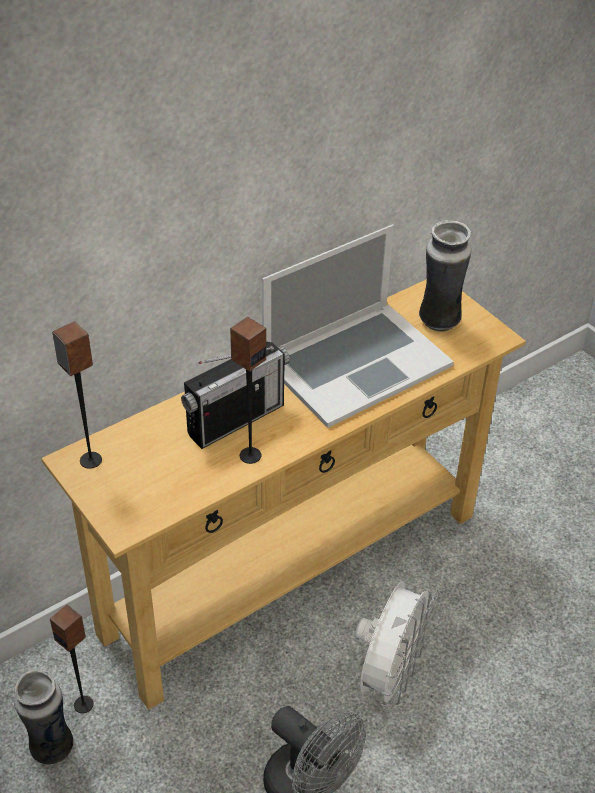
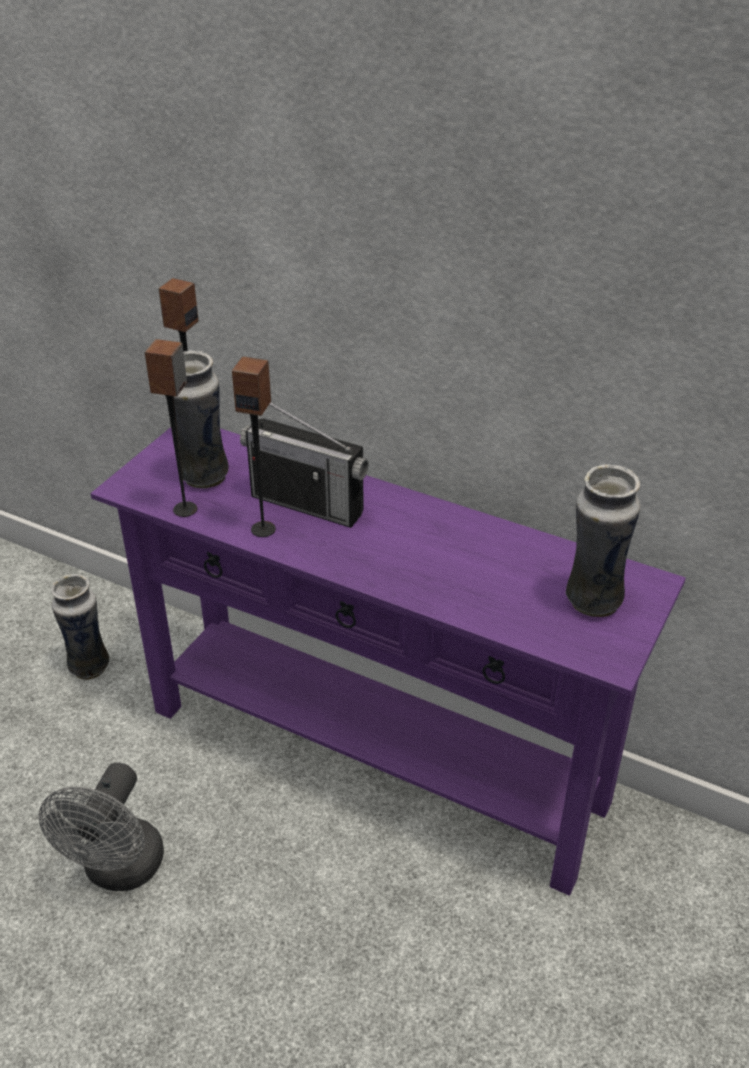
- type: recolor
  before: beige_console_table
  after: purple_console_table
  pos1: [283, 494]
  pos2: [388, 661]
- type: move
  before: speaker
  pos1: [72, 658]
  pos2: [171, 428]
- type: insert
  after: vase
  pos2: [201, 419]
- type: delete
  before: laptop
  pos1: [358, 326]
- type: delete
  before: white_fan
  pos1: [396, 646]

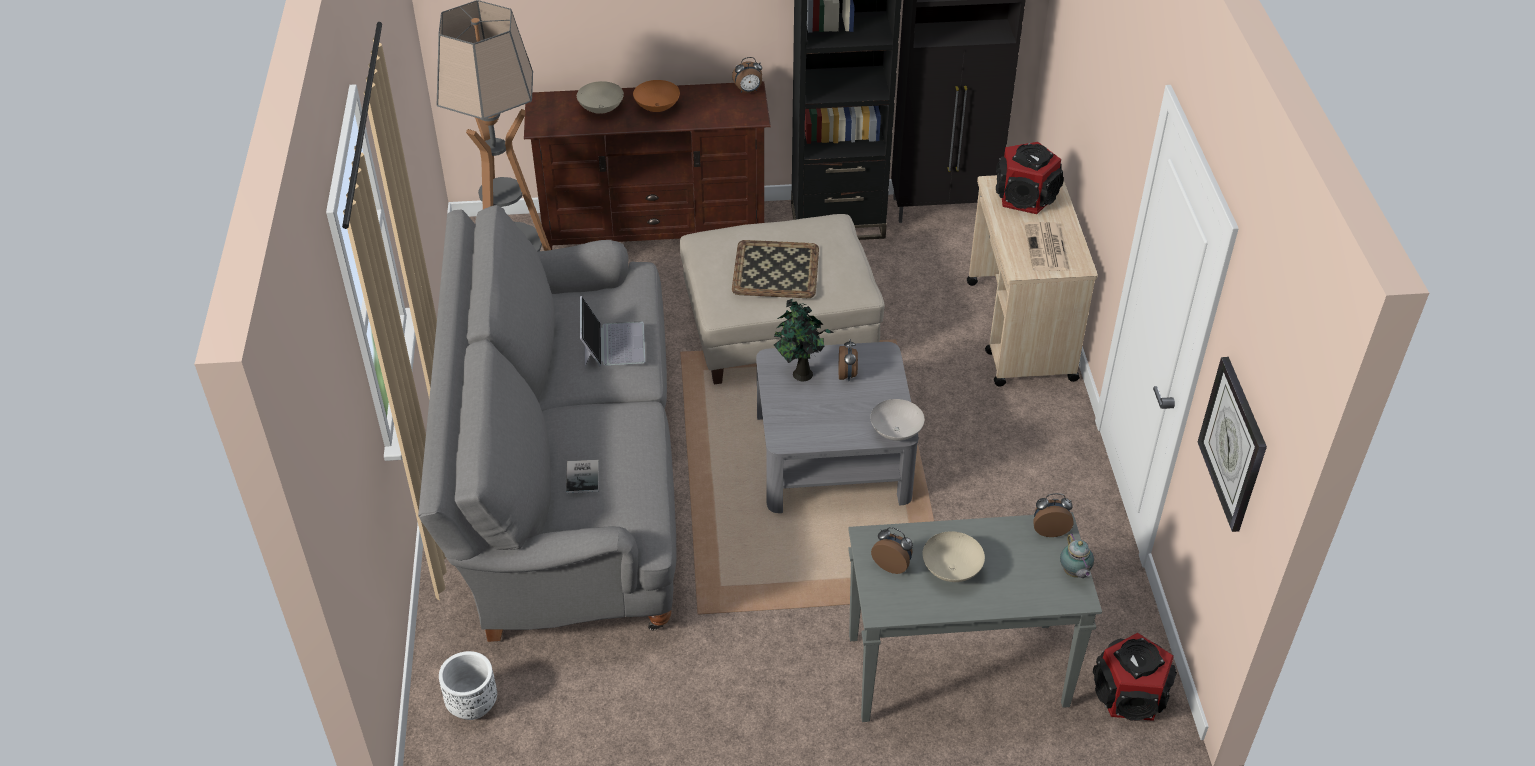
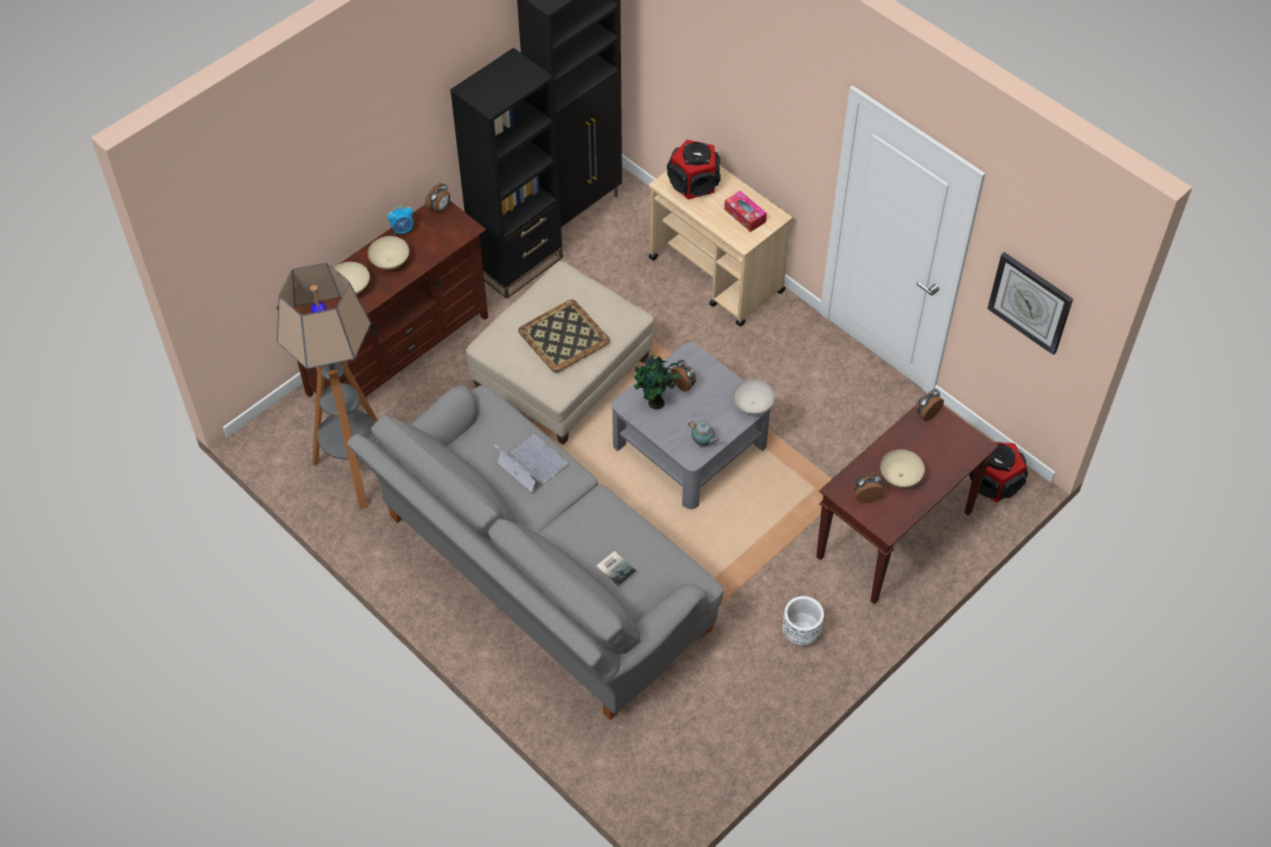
- type: recolor
  before: orange_bowl
  after: beige_bowl
  pos1: [656, 96]
  pos2: [388, 252]
- type: insert
  after: alarm_clock
  pos2: [400, 221]
- type: move
  before: teapot
  pos1: [1077, 555]
  pos2: [704, 433]
- type: replace
  before: newspaper
  after: tissue_box
  pos1: [1047, 246]
  pos2: [745, 211]
- type: move
  before: white_planter
  pos1: [468, 685]
  pos2: [803, 620]
- type: recolor
  before: grey_console_table
  after: brown_console_table
  pos1: [975, 617]
  pos2: [907, 504]

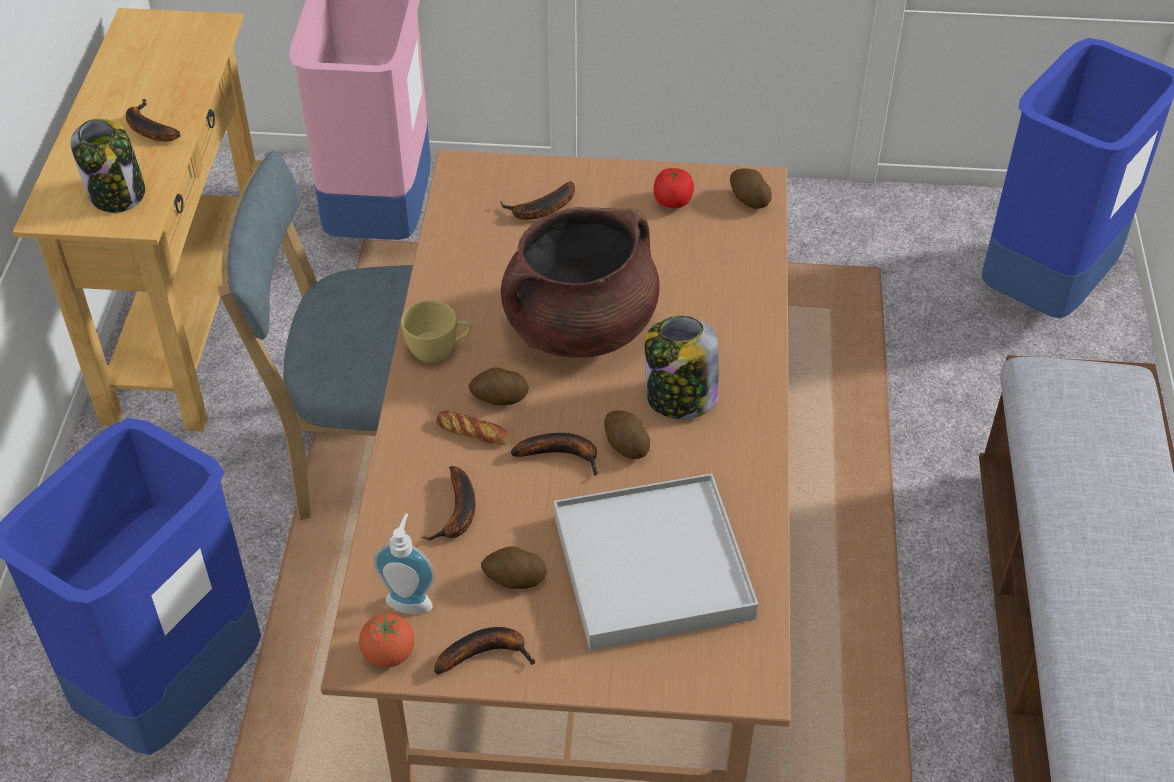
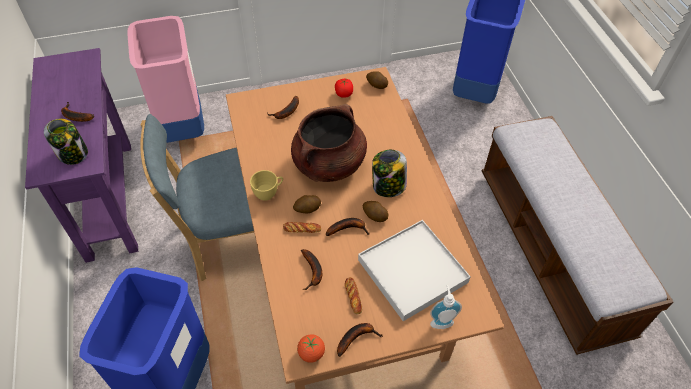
- type: recolor
  before: beige_console_table
  after: purple_console_table
  pos1: [134, 220]
  pos2: [81, 155]
- type: replace
  before: potato
  after: bread
  pos1: [514, 567]
  pos2: [353, 295]
- type: move
  before: soap_dispenser
  pos1: [404, 563]
  pos2: [446, 307]

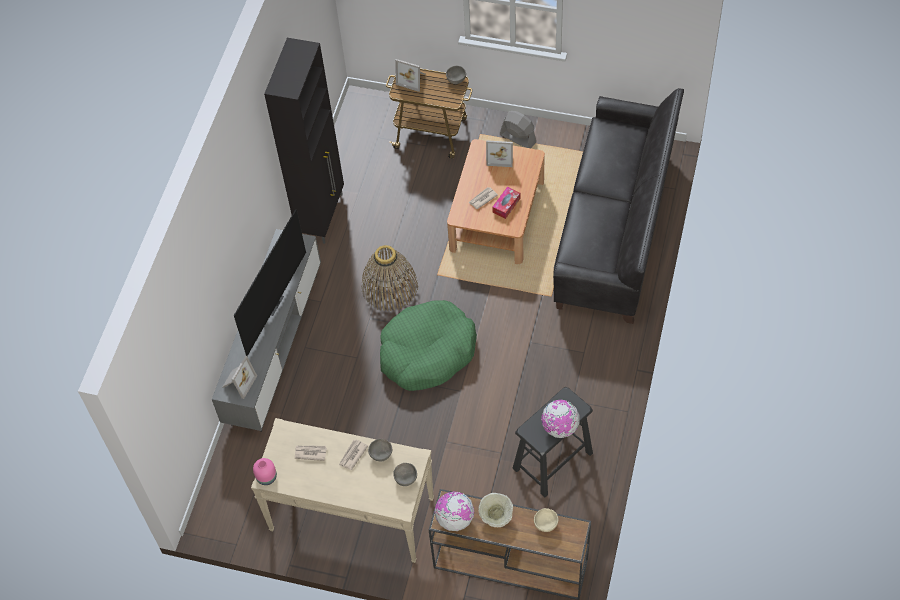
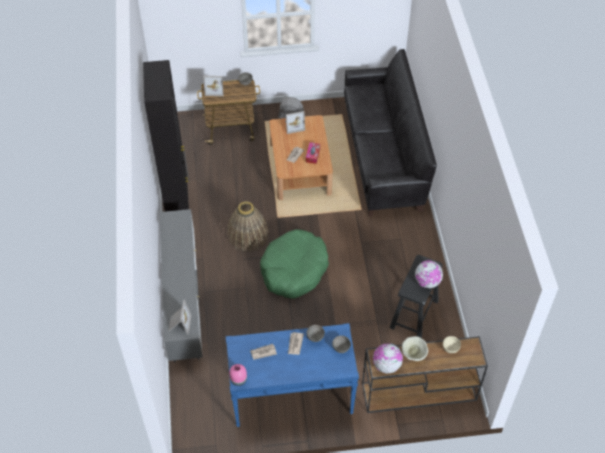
- type: recolor
  before: beige_console_table
  after: blue_console_table
  pos1: [342, 490]
  pos2: [292, 375]
- type: delete
  before: television
  pos1: [270, 282]

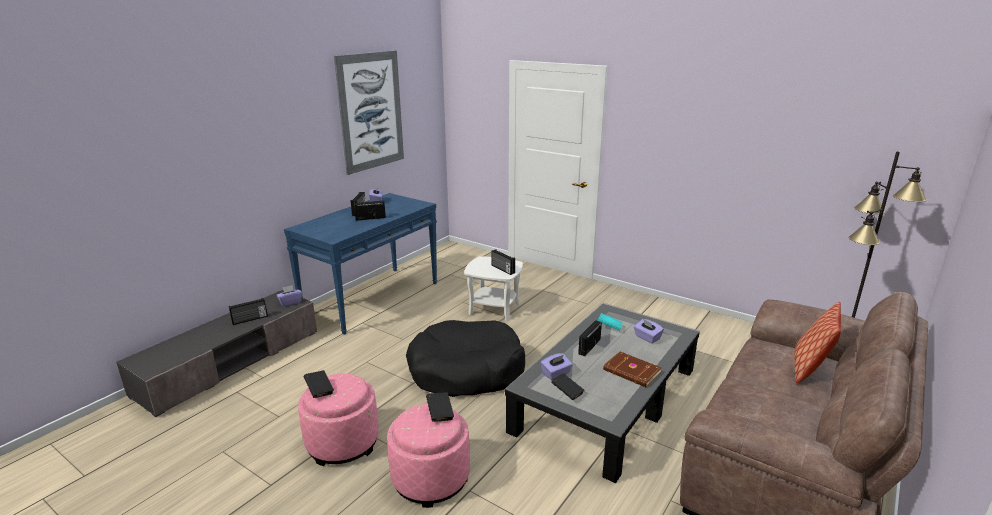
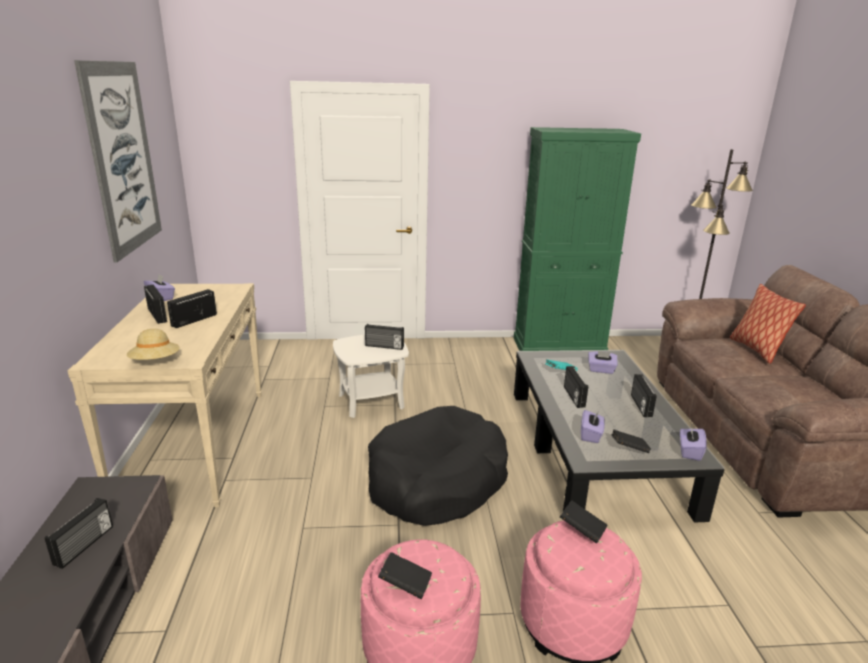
- type: recolor
  before: blue_console_table
  after: beige_console_table
  pos1: [360, 264]
  pos2: [165, 395]
- type: insert
  after: beige_hat
  pos2: [153, 344]
- type: insert
  after: green_cabinet
  pos2: [577, 239]
- type: replace
  before: brown_book
  after: radio
  pos1: [632, 369]
  pos2: [644, 395]
- type: move
  before: purple_tissue_box
  pos1: [289, 296]
  pos2: [693, 442]

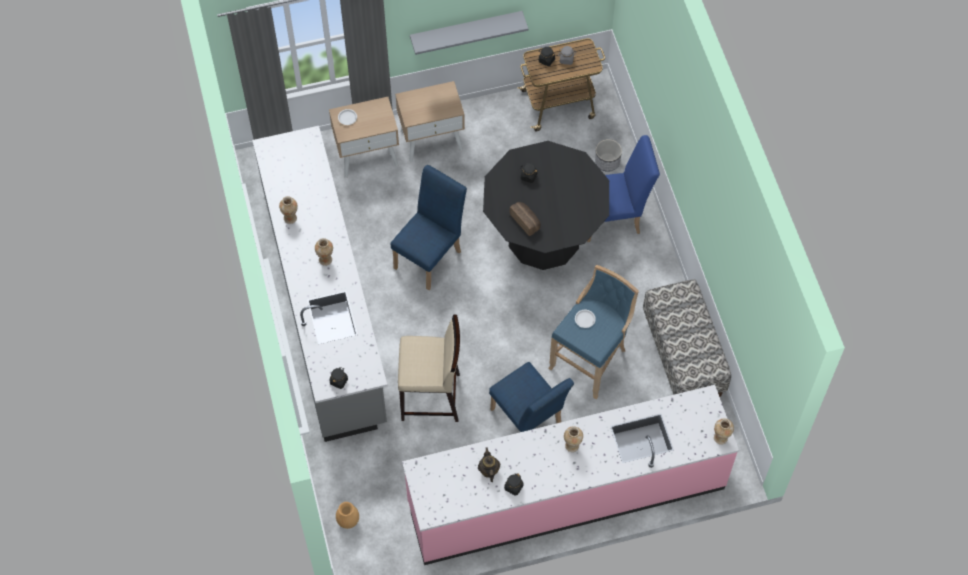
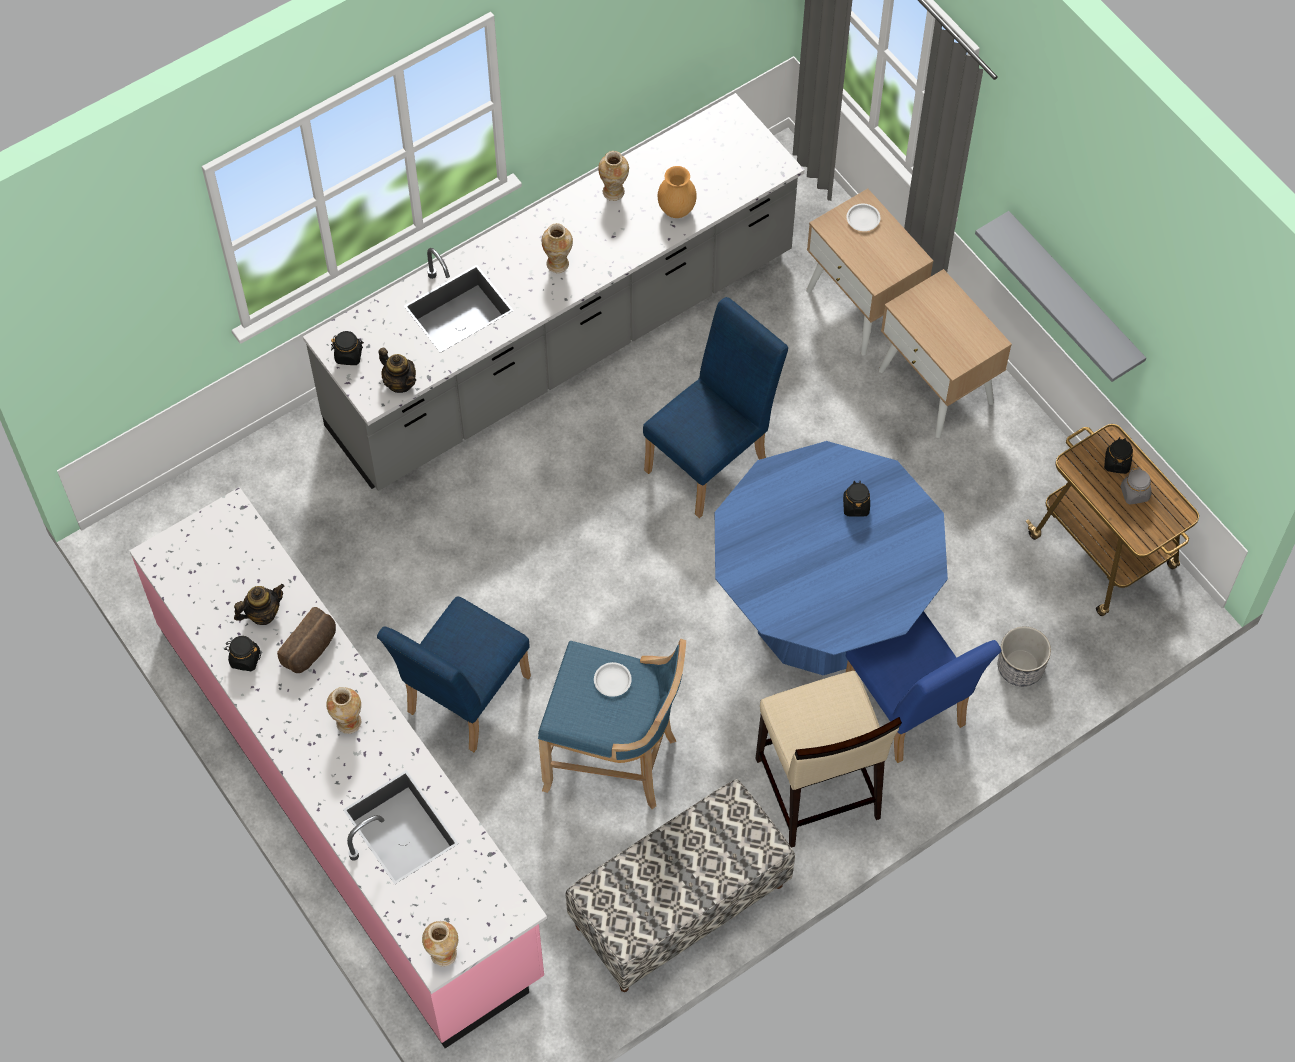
- type: move
  before: bread
  pos1: [525, 219]
  pos2: [306, 640]
- type: insert
  after: teapot
  pos2: [397, 370]
- type: rotate
  before: blue_chair
  pos1: [429, 227]
  pos2: [715, 407]
  turn: -60
- type: move
  before: brown_vase
  pos1: [347, 515]
  pos2: [677, 192]
- type: recolor
  before: black_dining_table
  after: blue_dining_table
  pos1: [546, 205]
  pos2: [831, 558]
- type: move
  before: beige_stool
  pos1: [429, 368]
  pos2: [828, 759]

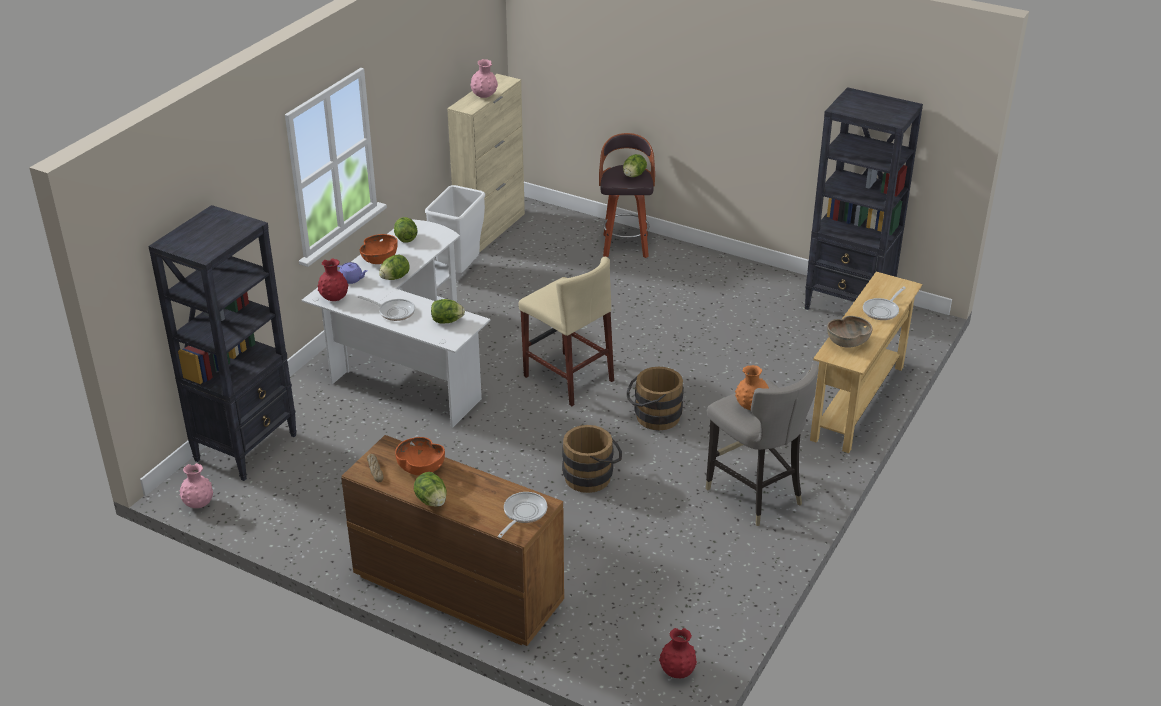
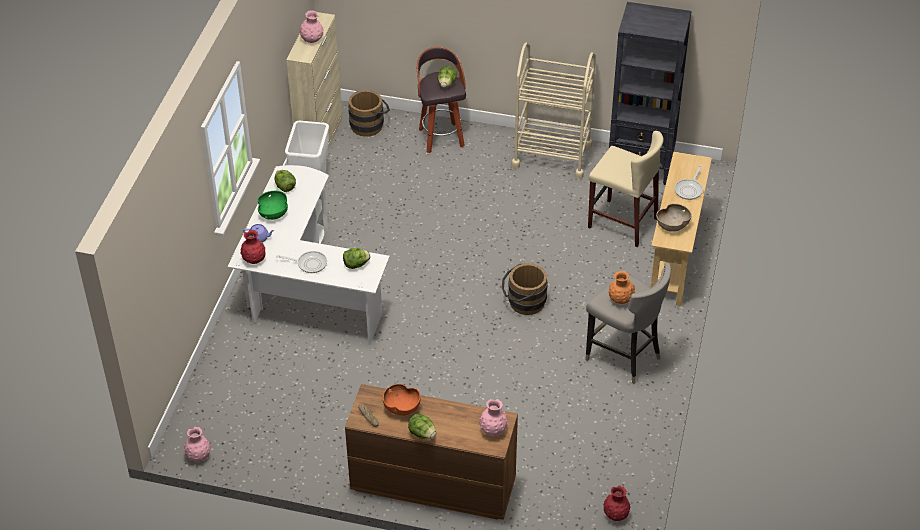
- type: recolor
  before: orange_bowl
  after: green_bowl
  pos1: [379, 249]
  pos2: [273, 205]
- type: move
  before: brown_bucket
  pos1: [592, 459]
  pos2: [369, 113]
- type: replace
  before: frying_pan
  after: pink_vase
  pos1: [522, 515]
  pos2: [493, 417]
- type: insert
  after: beige_cart
  pos2: [554, 110]
- type: move
  before: beige_stool
  pos1: [566, 331]
  pos2: [626, 189]
- type: delete
  before: black_bookcase
  pos1: [222, 343]
- type: delete
  before: lettuce
  pos1: [394, 267]

